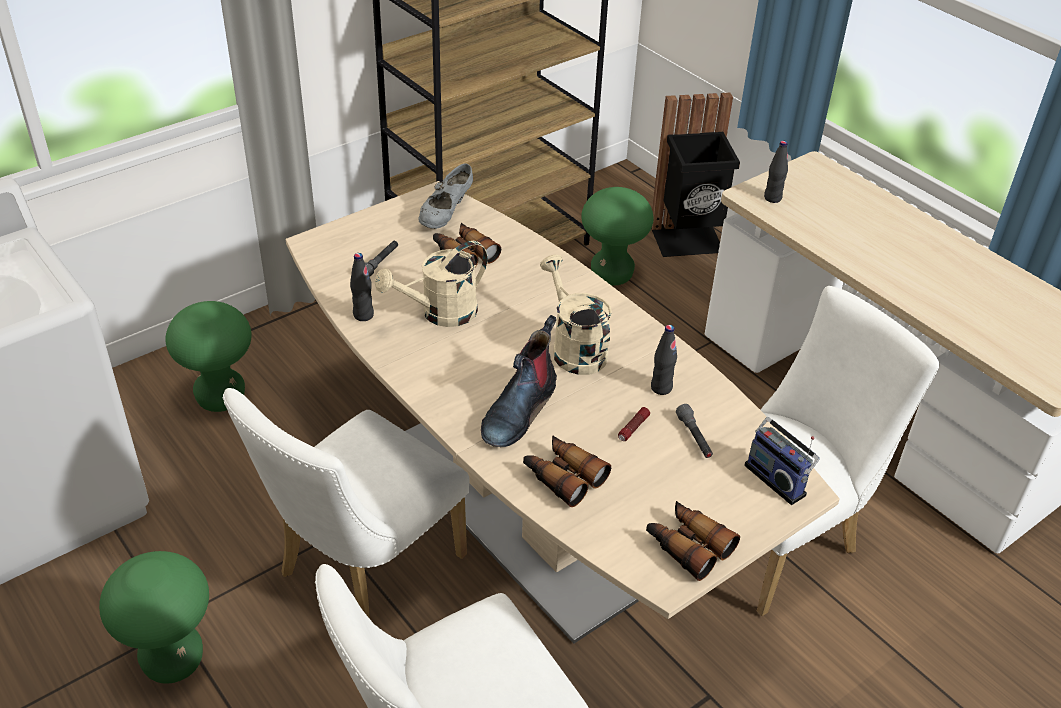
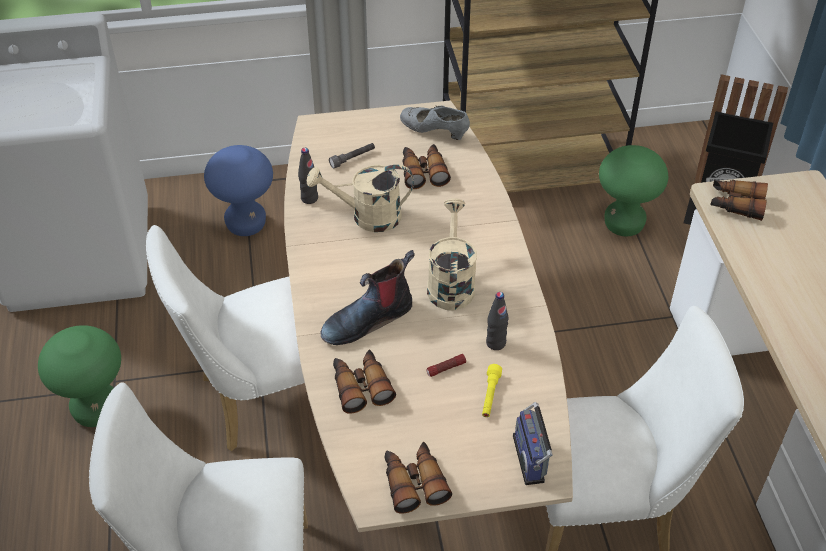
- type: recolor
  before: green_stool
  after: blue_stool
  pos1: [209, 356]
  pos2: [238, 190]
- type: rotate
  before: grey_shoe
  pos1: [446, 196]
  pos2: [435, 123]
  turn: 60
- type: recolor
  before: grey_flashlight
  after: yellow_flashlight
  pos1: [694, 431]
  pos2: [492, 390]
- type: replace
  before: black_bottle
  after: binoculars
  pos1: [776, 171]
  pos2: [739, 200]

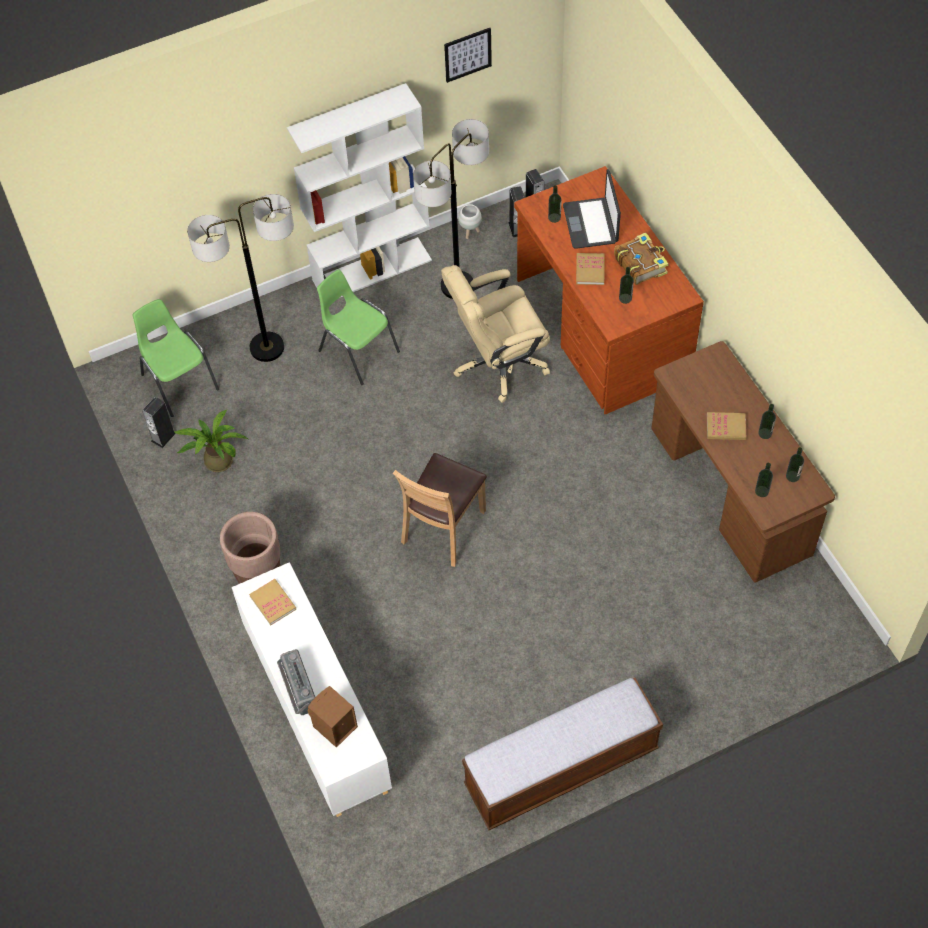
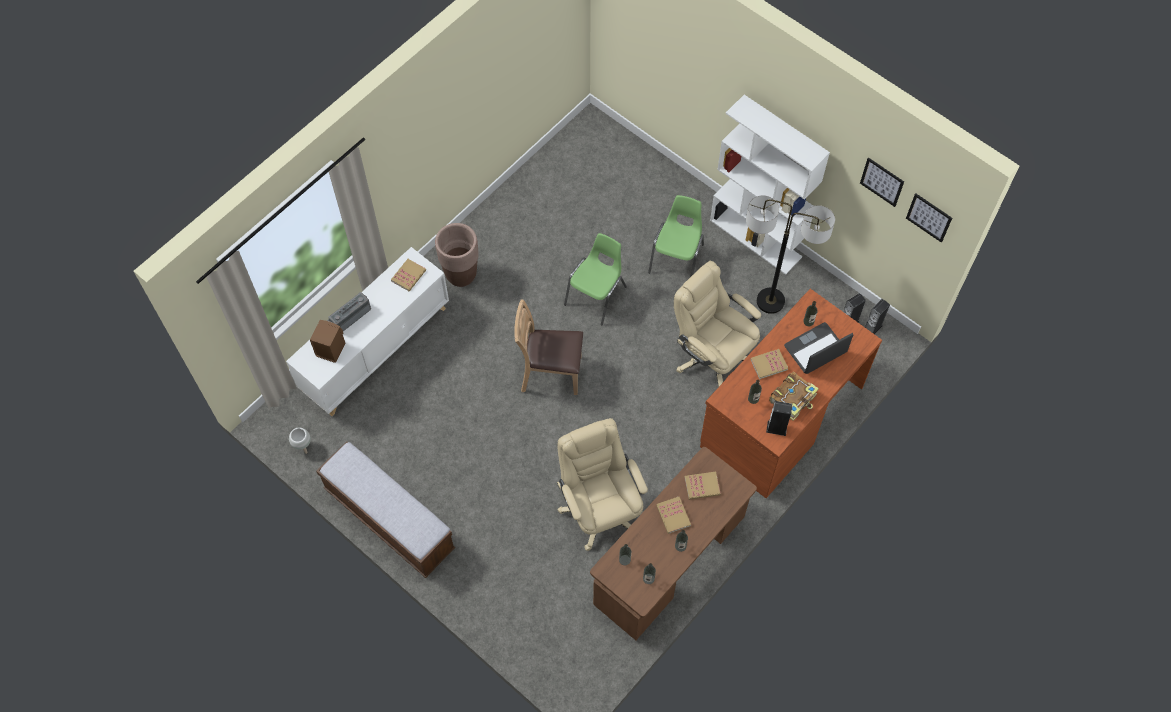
- type: move
  before: white_planter
  pos1: [470, 221]
  pos2: [300, 441]
- type: insert
  after: beige_office_chair
  pos2: [602, 484]
- type: move
  before: green_chair
  pos1: [176, 358]
  pos2: [595, 279]
- type: insert
  after: book
  pos2: [702, 485]
- type: move
  before: speaker
  pos1: [159, 422]
  pos2: [779, 418]
- type: insert
  after: picture
  pos2: [929, 218]
- type: delete
  before: potted_plant
  pos1: [211, 441]
- type: delete
  before: floor_lamp
  pos1: [240, 278]

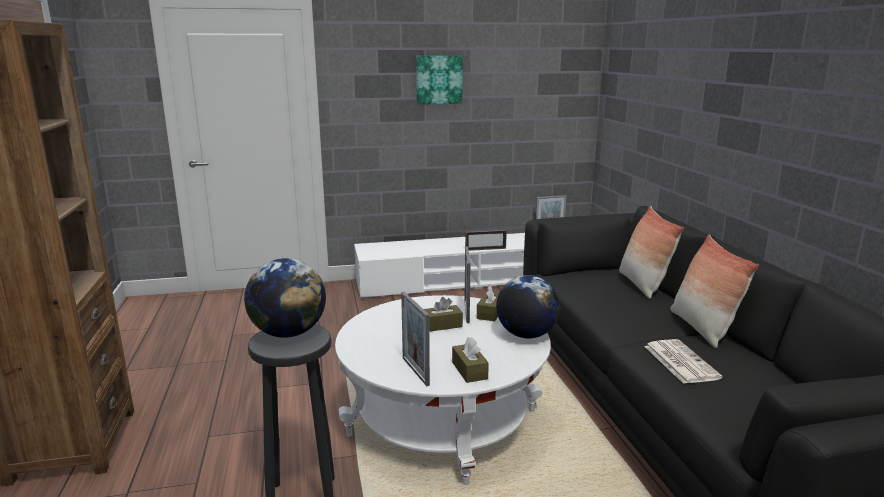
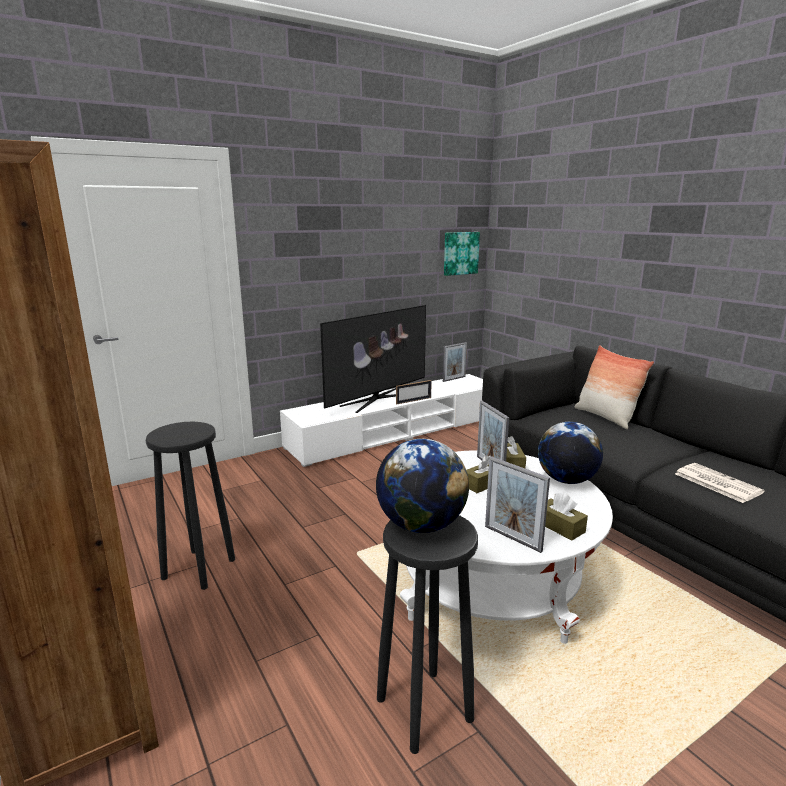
- type: insert
  after: black_stool
  pos2: [190, 506]
- type: insert
  after: television
  pos2: [373, 359]
- type: move
  before: picture
  pos1: [439, 80]
  pos2: [462, 254]
- type: delete
  before: pillow
  pos1: [714, 291]

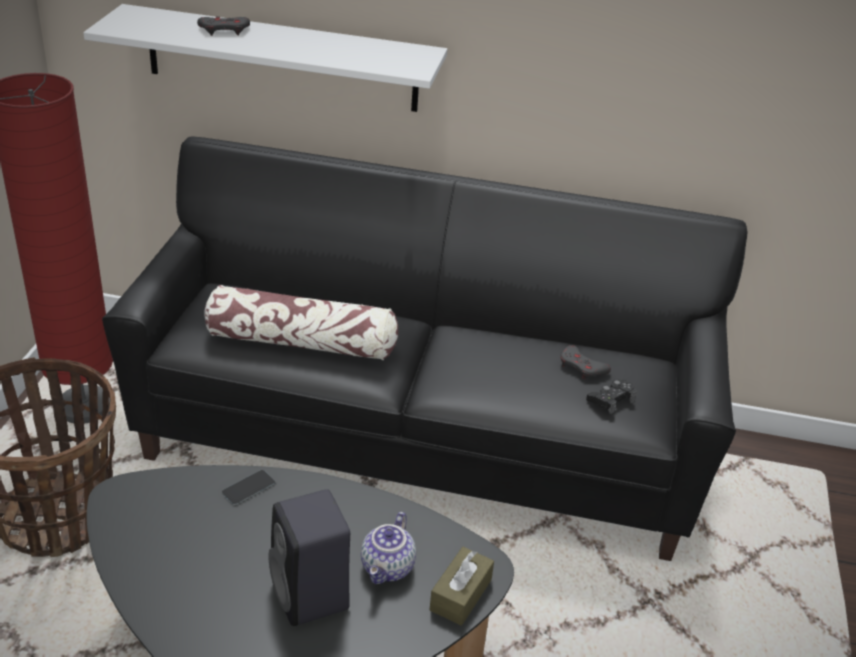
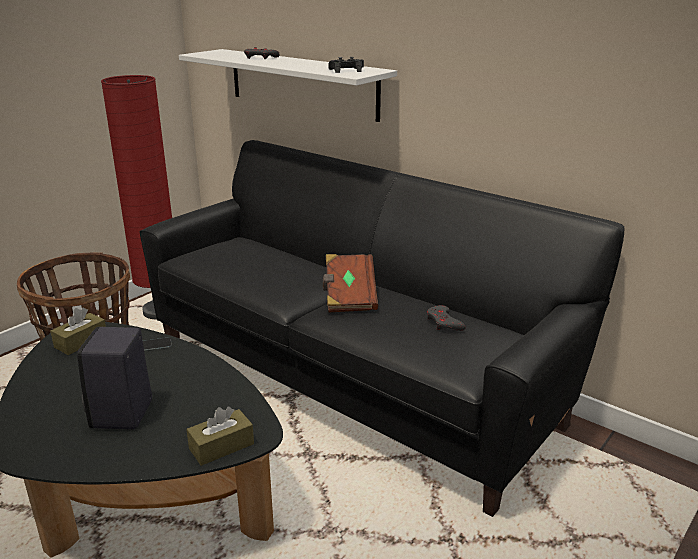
- type: insert
  after: brown_tissue_box
  pos2: [78, 331]
- type: insert
  after: brown_book
  pos2: [350, 283]
- type: move
  before: black_game_controller
  pos1: [611, 397]
  pos2: [346, 65]
- type: delete
  before: pillow
  pos1: [301, 322]
- type: delete
  before: teapot
  pos1: [388, 548]

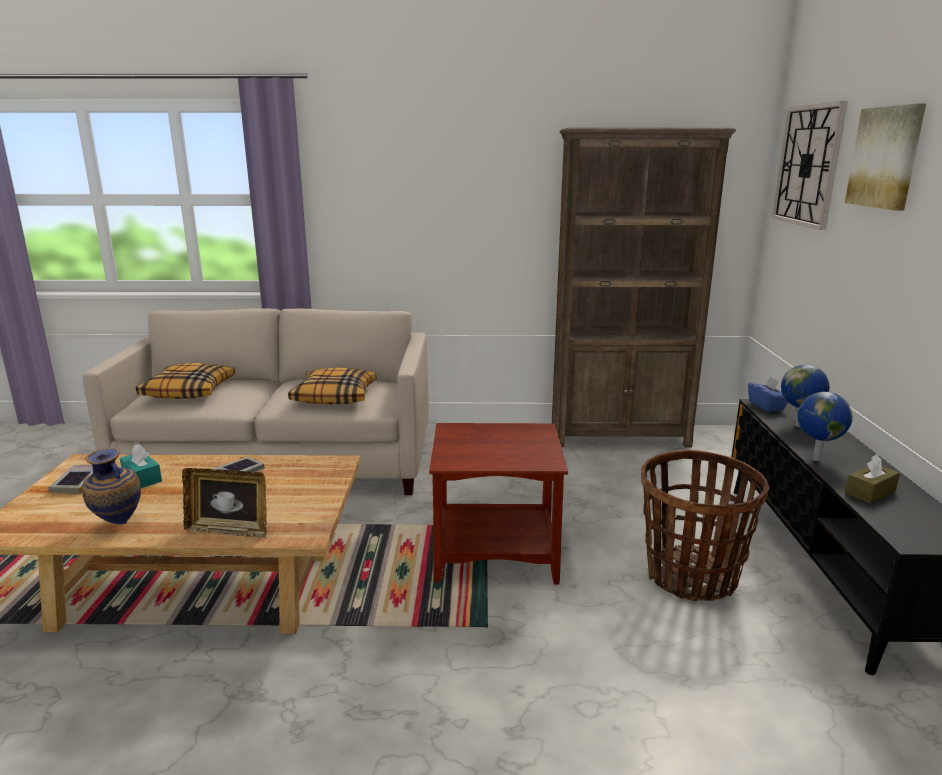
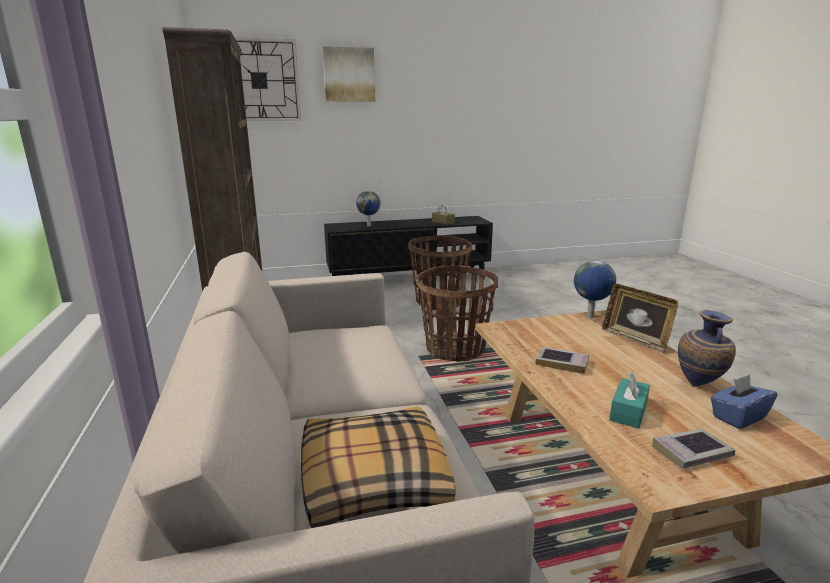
- type: replace
  before: brown_side_table
  after: basket
  pos1: [498, 503]
  pos2: [457, 314]
- type: move
  before: globe
  pos1: [825, 426]
  pos2: [595, 289]
- type: rotate
  before: picture_frame
  pos1: [224, 503]
  pos2: [640, 318]
  turn: 150
- type: move
  before: blue_tissue_box
  pos1: [768, 394]
  pos2: [743, 401]
- type: delete
  before: pillow
  pos1: [332, 386]

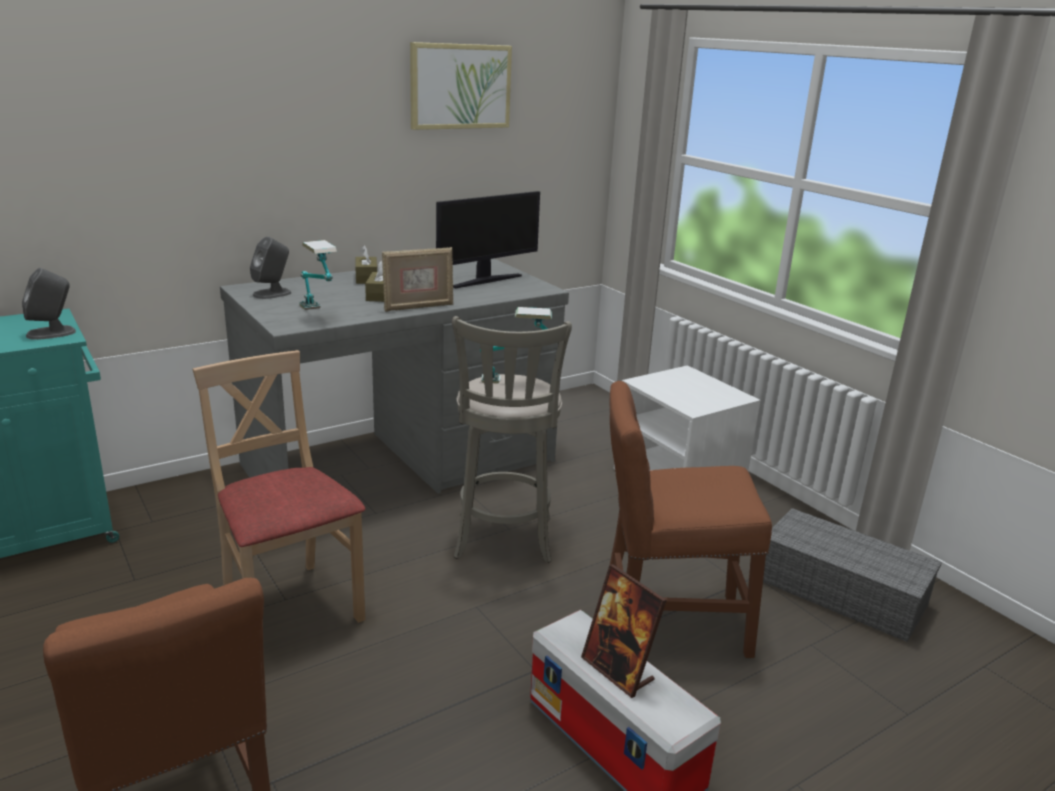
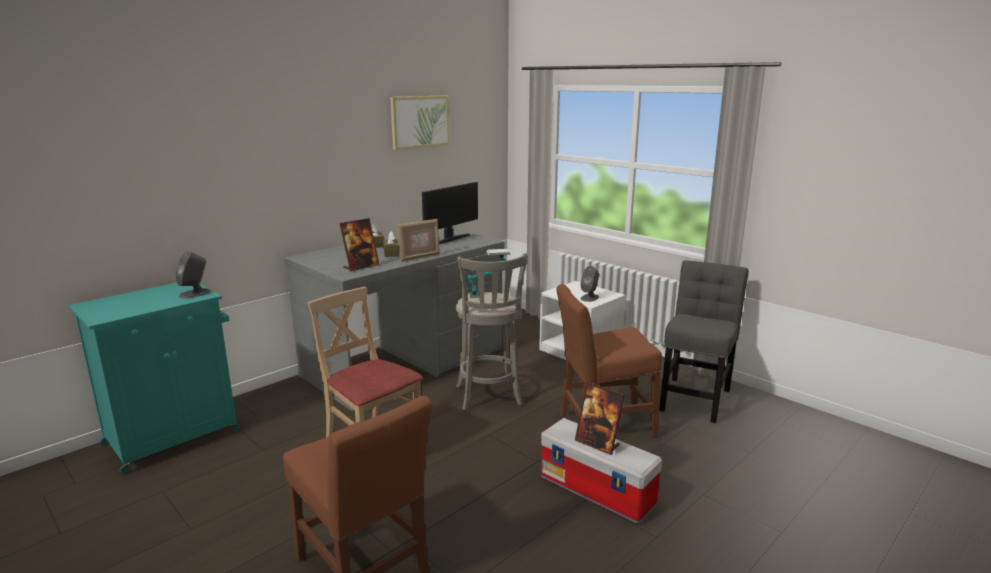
- type: replace
  before: table_lamp
  after: picture_frame
  pos1: [318, 275]
  pos2: [360, 244]
- type: move
  before: grey_speaker
  pos1: [271, 268]
  pos2: [589, 284]
- type: replace
  before: grey_storage_box
  after: grey_chair
  pos1: [852, 575]
  pos2: [704, 341]

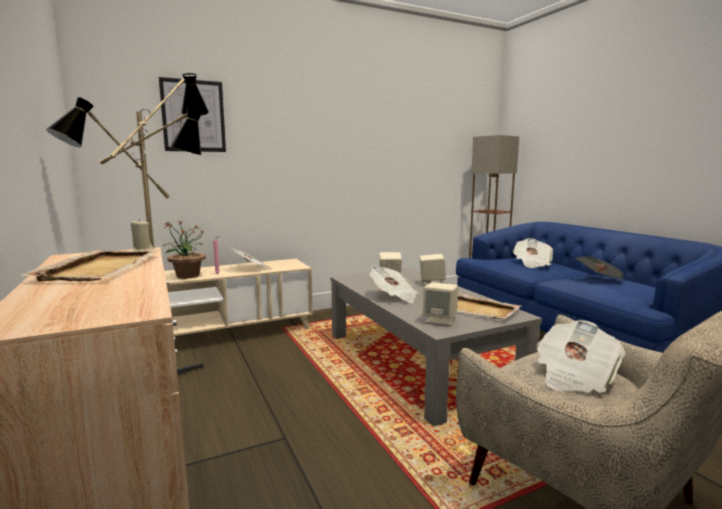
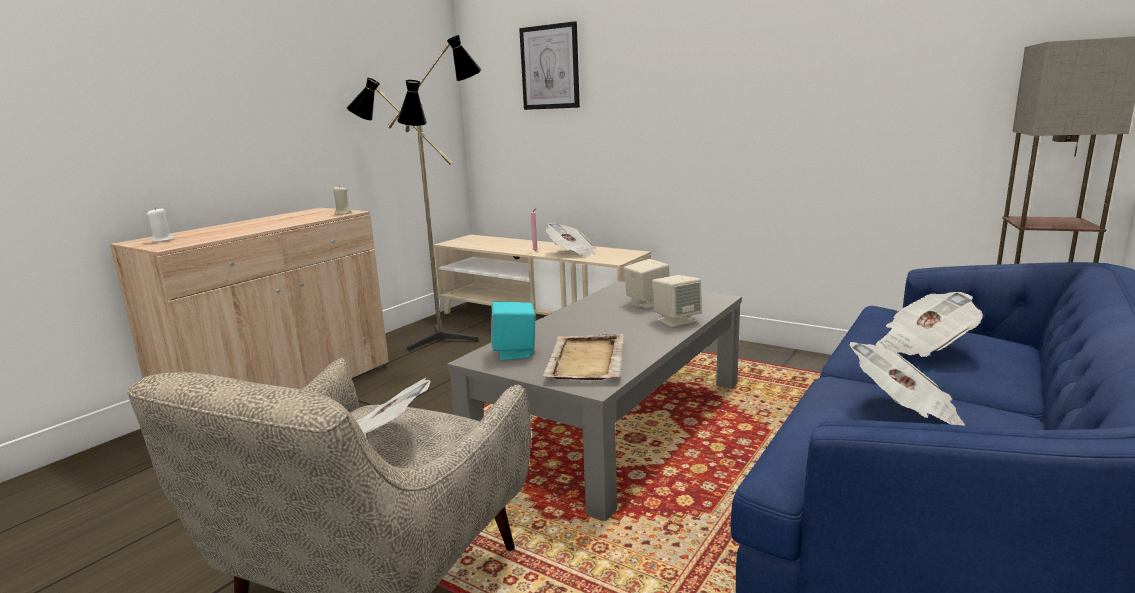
- type: insert
  after: white_candle
  pos2: [160, 224]
- type: recolor
  before: beige_speaker
  after: turquoise_speaker
  pos1: [440, 304]
  pos2: [513, 331]
- type: delete
  before: beige_tray
  pos1: [89, 266]
- type: delete
  before: potted_plant
  pos1: [185, 250]
- type: delete
  before: newspaper
  pos1: [393, 284]

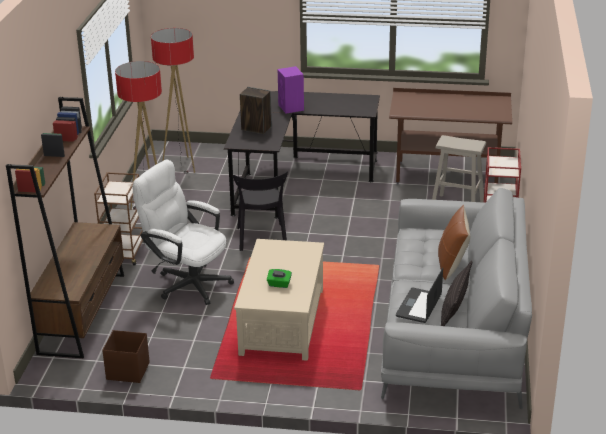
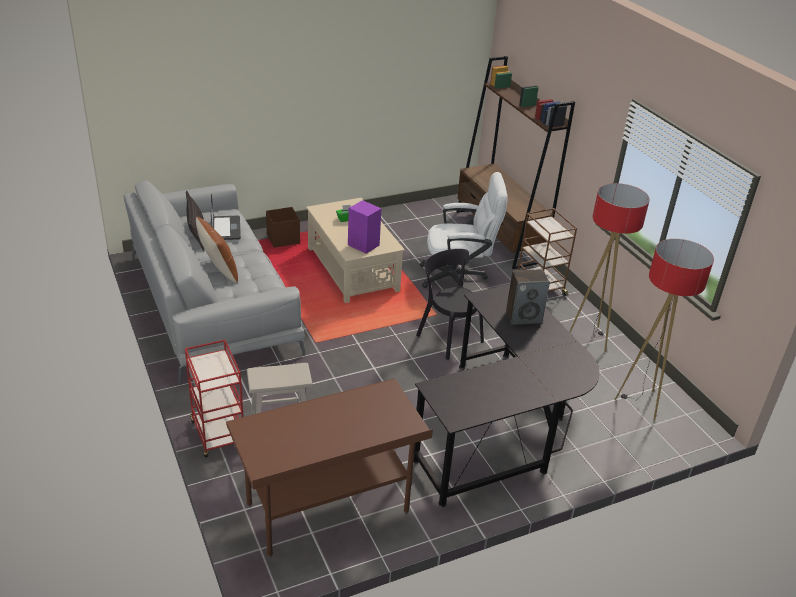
- type: move
  before: brown_storage_box
  pos1: [126, 356]
  pos2: [283, 227]
- type: move
  before: purple_speaker
  pos1: [291, 89]
  pos2: [364, 227]

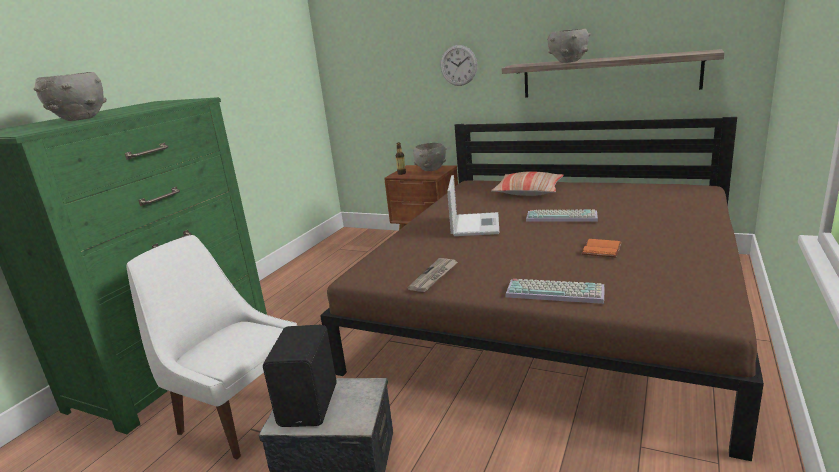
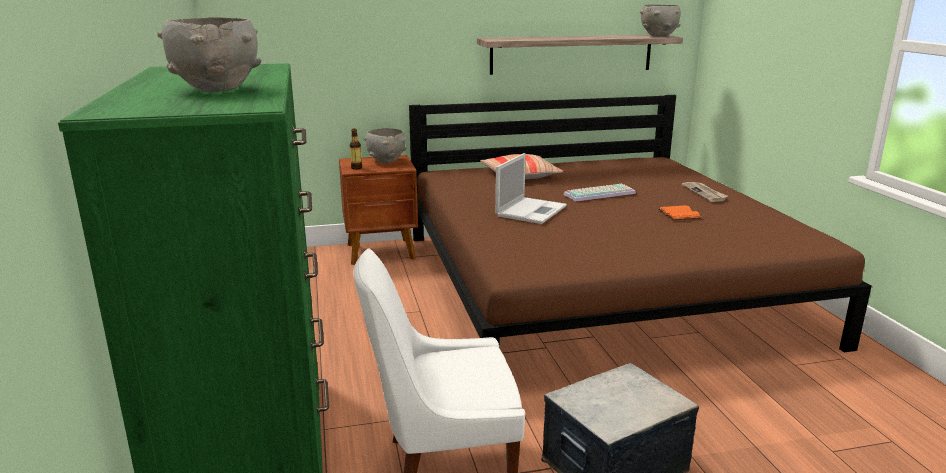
- type: rotate
  before: laptop
  pos1: [473, 205]
  pos2: [531, 188]
  turn: 60
- type: move
  before: grey_bowl
  pos1: [569, 46]
  pos2: [660, 20]
- type: move
  before: newspaper
  pos1: [433, 275]
  pos2: [705, 192]
- type: delete
  before: black_speaker
  pos1: [300, 376]
- type: delete
  before: wall_clock
  pos1: [459, 65]
- type: delete
  before: keyboard
  pos1: [555, 291]

